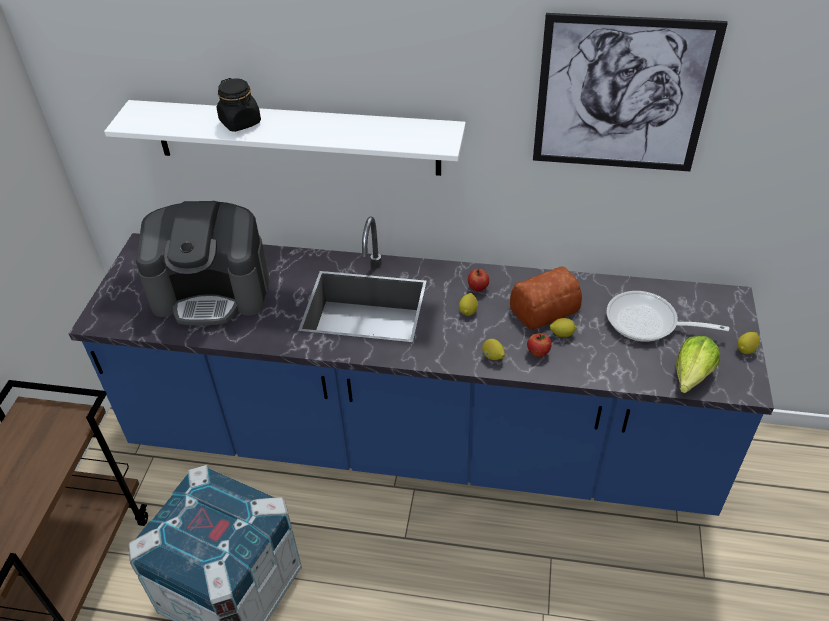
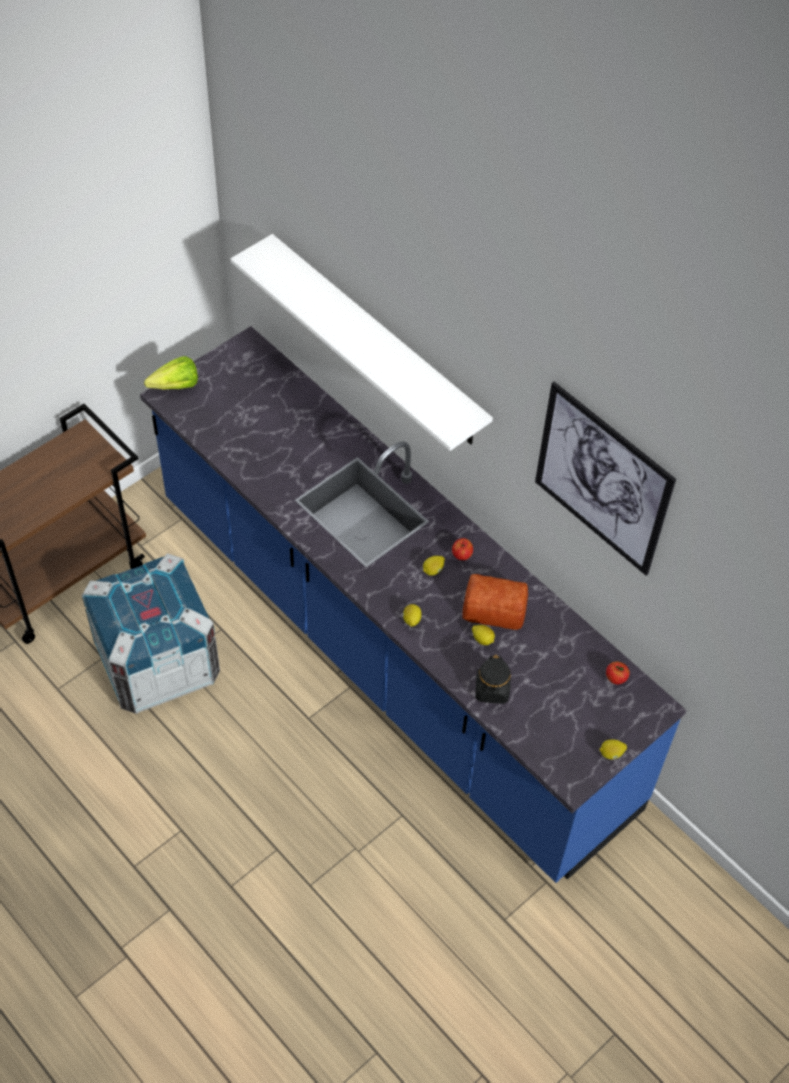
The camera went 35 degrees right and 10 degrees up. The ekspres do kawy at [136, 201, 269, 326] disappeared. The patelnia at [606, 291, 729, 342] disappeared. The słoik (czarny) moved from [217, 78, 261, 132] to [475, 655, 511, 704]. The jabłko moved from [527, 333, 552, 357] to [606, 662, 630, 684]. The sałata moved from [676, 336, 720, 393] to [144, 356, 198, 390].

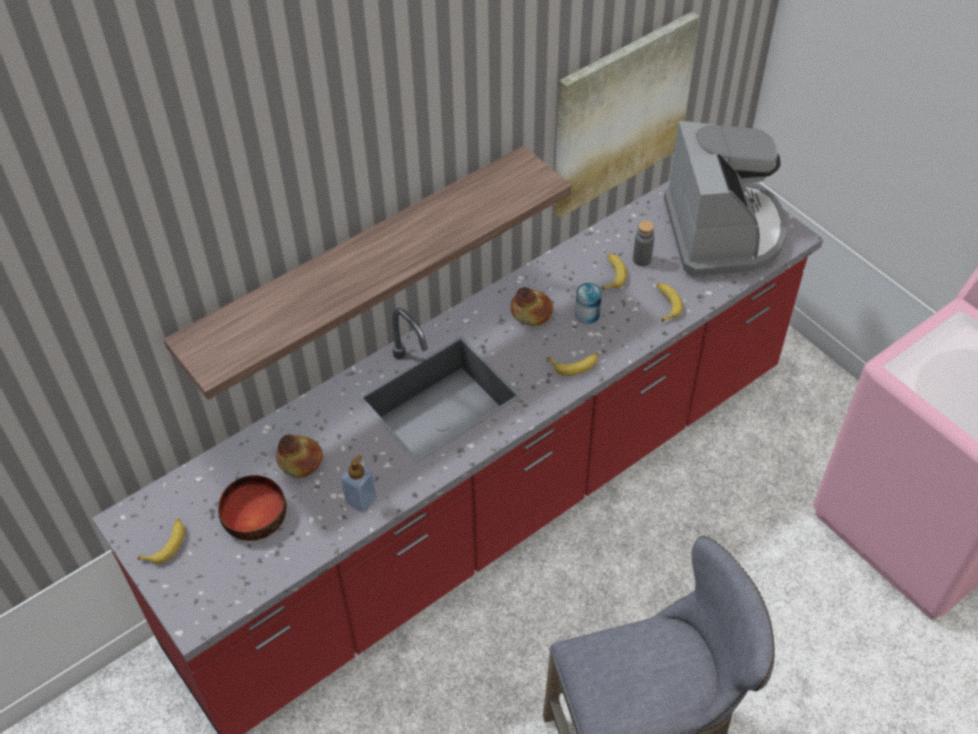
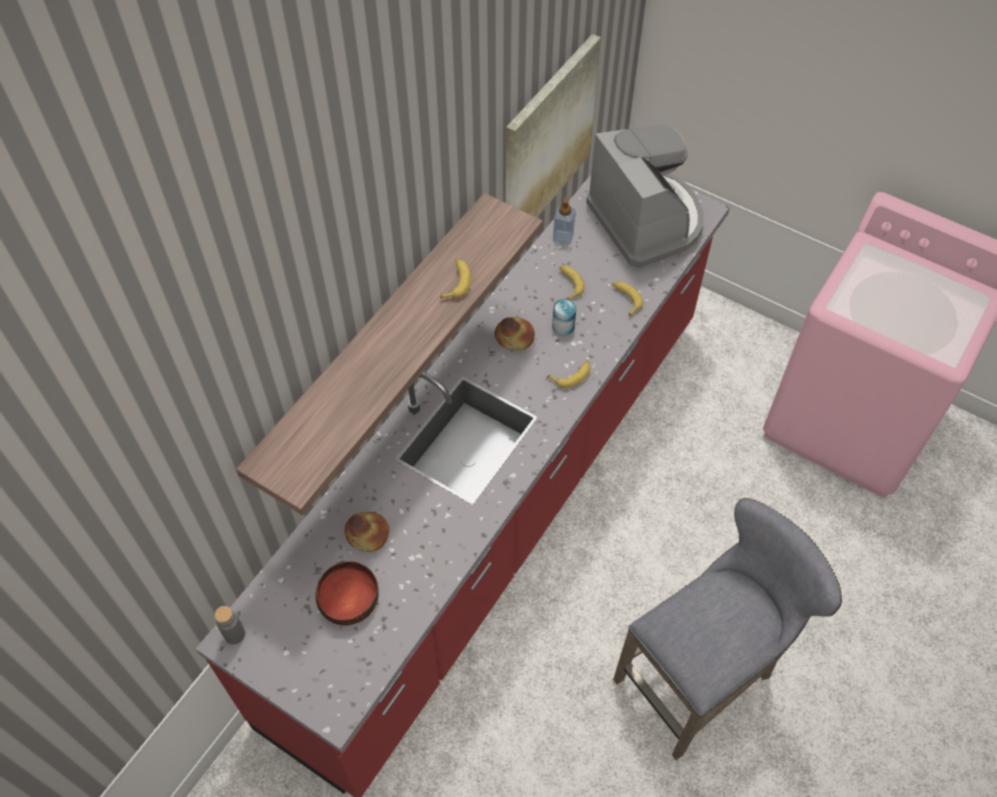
The camera went 20 degrees left and 5 degrees up. The banan moved from [137, 519, 185, 564] to [440, 259, 471, 299]. The dozownik mydła moved from [341, 455, 377, 513] to [553, 196, 576, 245]. The butelka (szary) moved from [633, 221, 654, 266] to [214, 606, 245, 644].

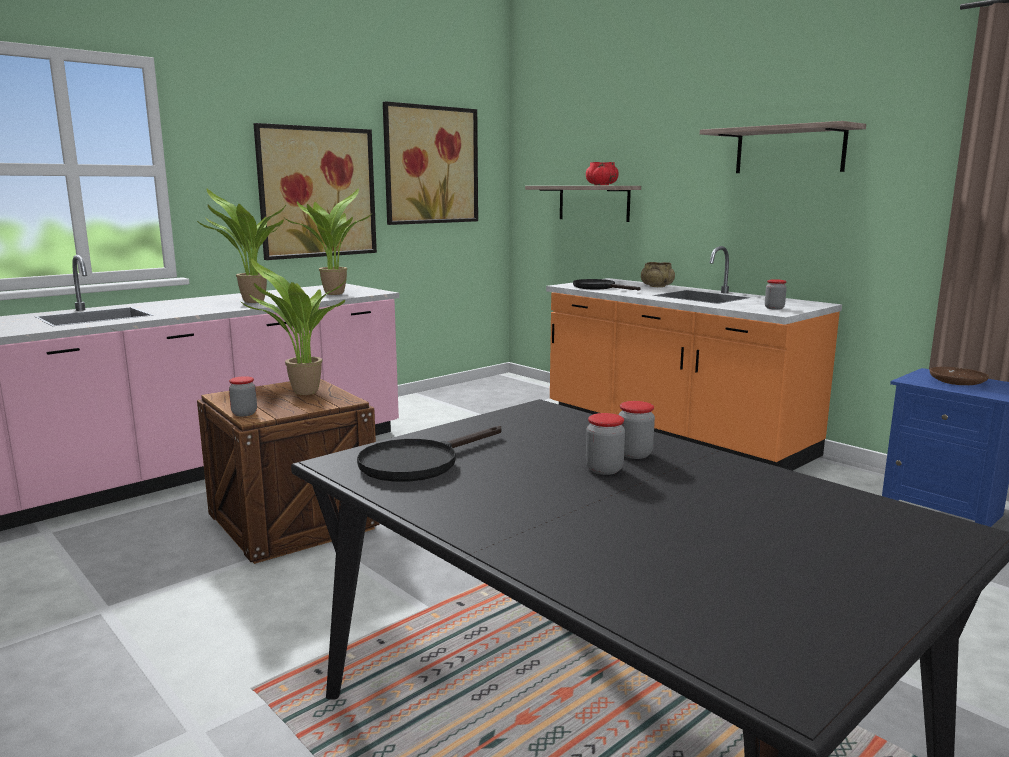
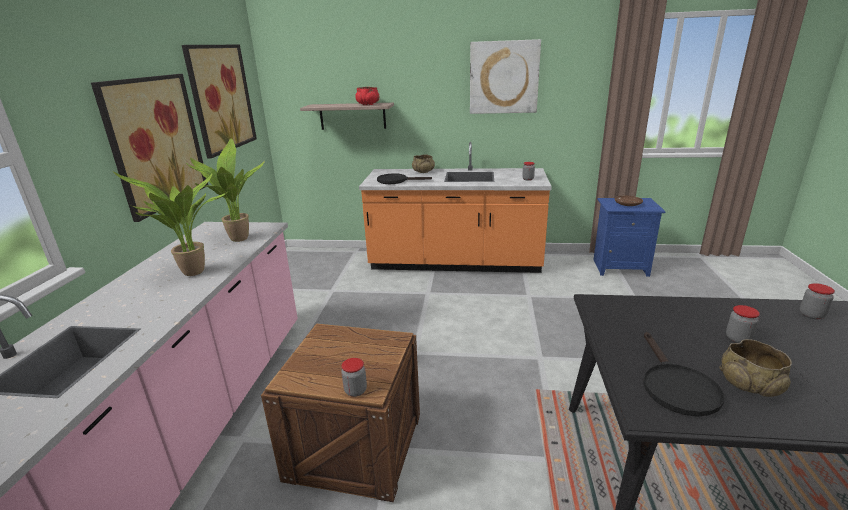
The camera went 40 degrees left and 10 degrees up. The roślina doniczkowa at [240, 258, 346, 395] disappeared. The miska (beżowy) at [719, 339, 792, 397] appeared. The słoik moved from [619, 401, 655, 459] to [800, 283, 835, 319]. The półka at [700, 121, 866, 173] was replaced by the obraz at [470, 39, 541, 114].

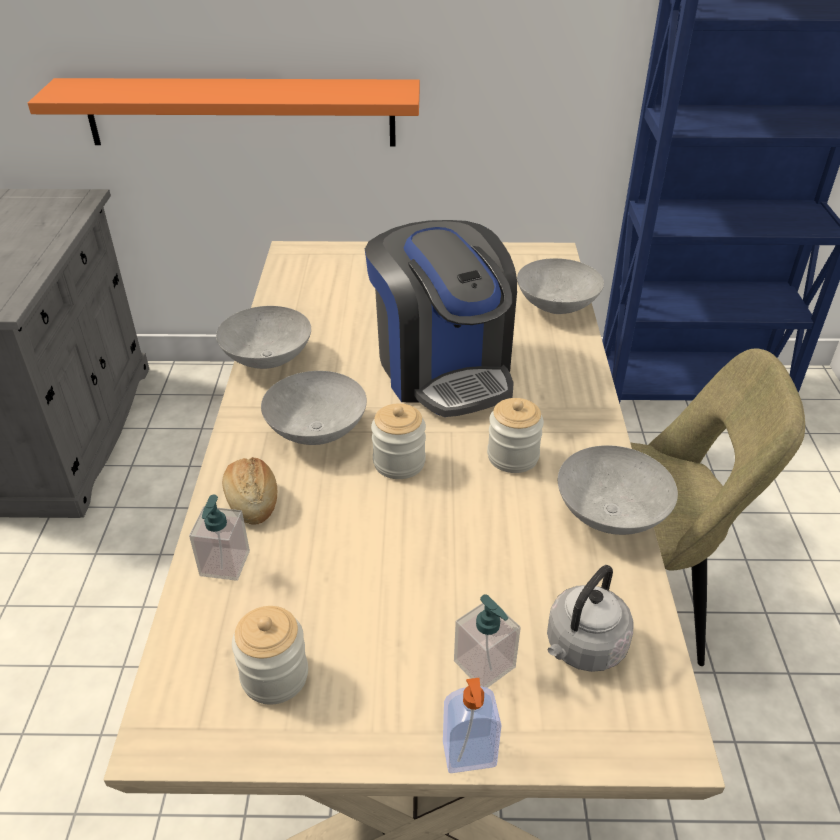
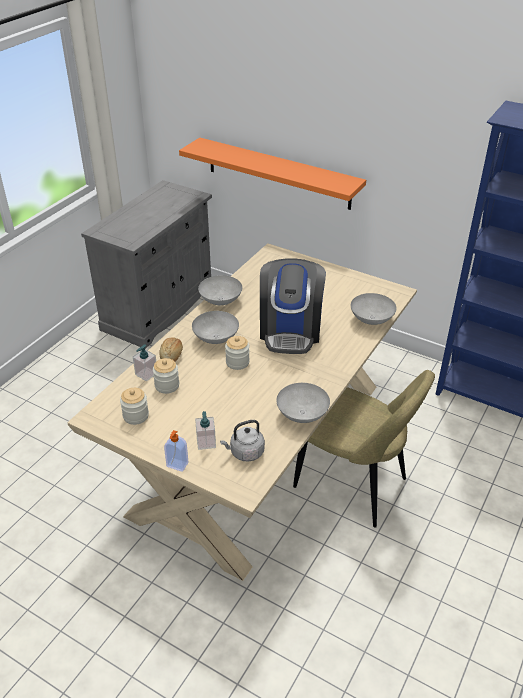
The camera went 30 degrees right and 0 degrees up. The słoik moved from [487, 398, 544, 473] to [153, 358, 179, 394].

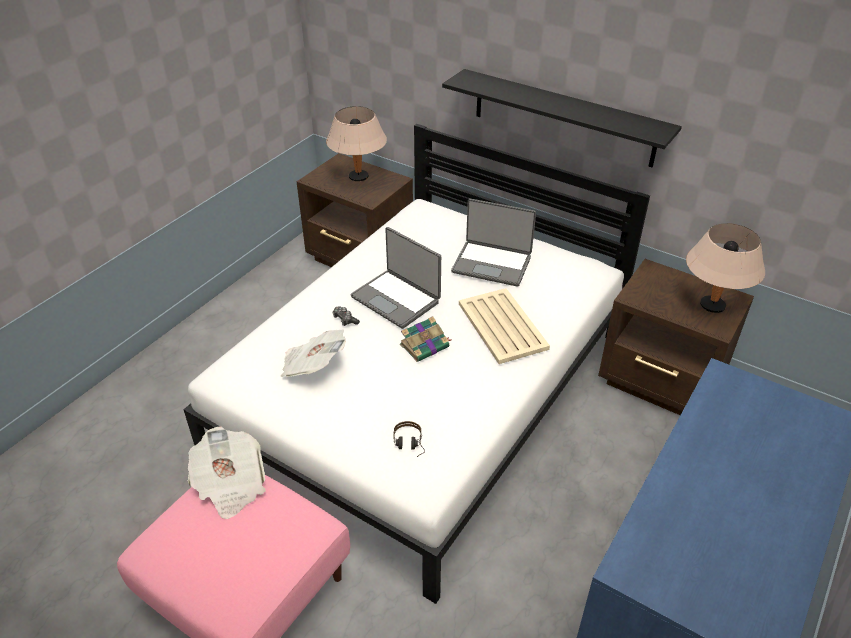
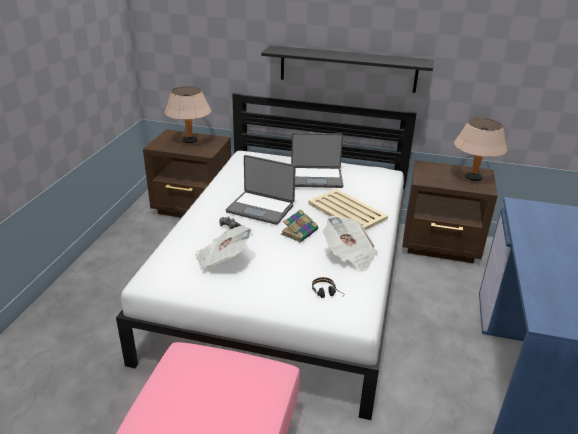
The camera went 20 degrees left and 10 degrees down. The gazeta moved from [188, 426, 265, 519] to [323, 216, 378, 271].

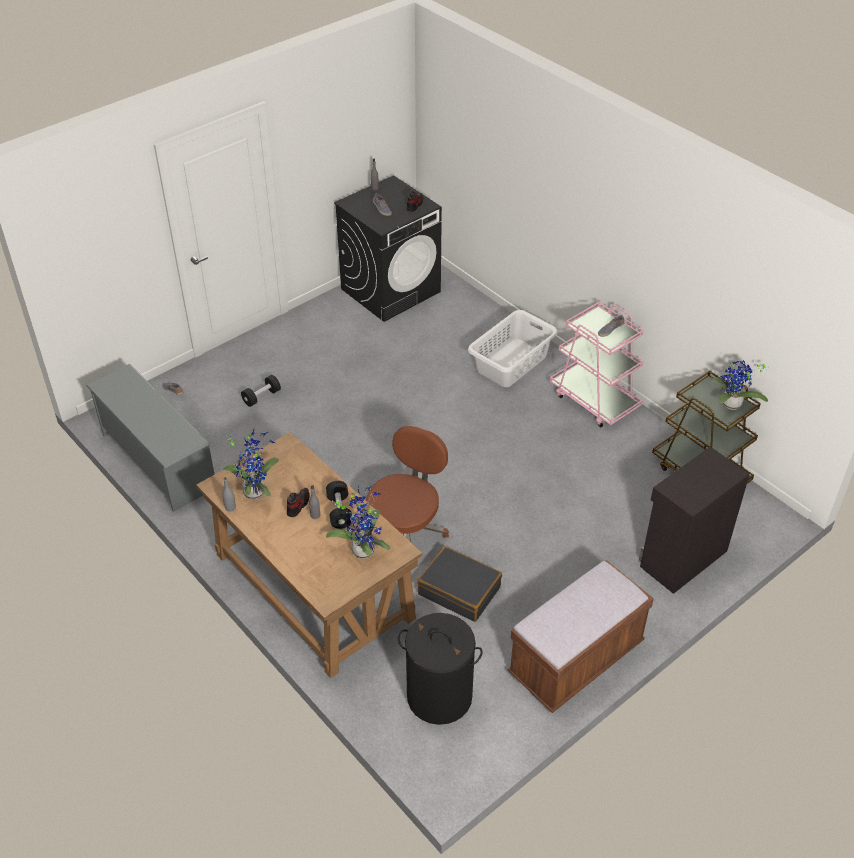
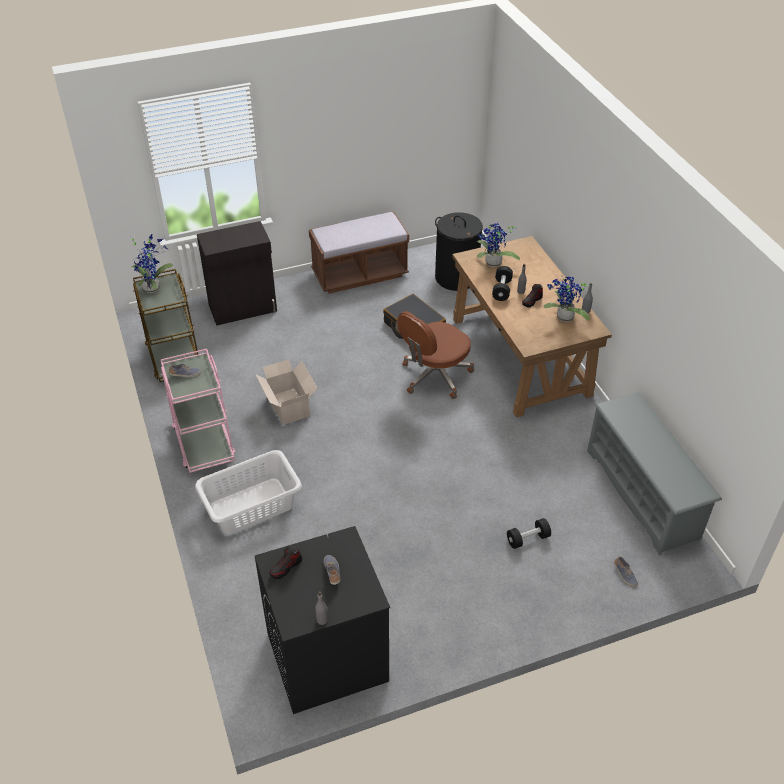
The camera went 160 degrees left and 0 degrees up. The karton at [255, 359, 317, 425] appeared.

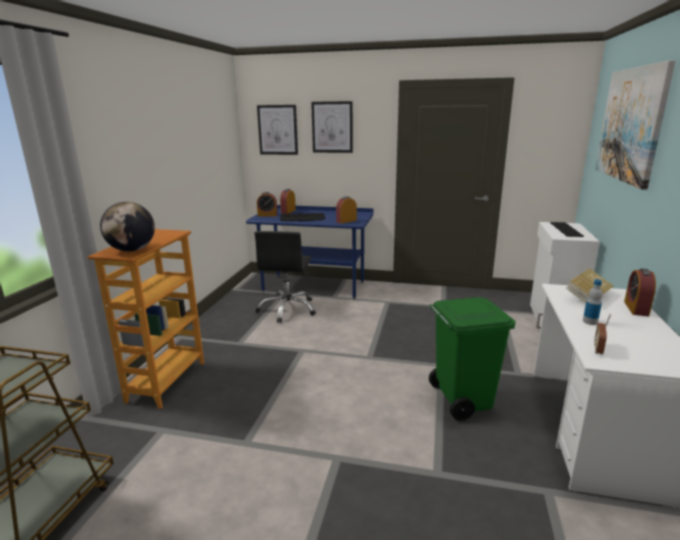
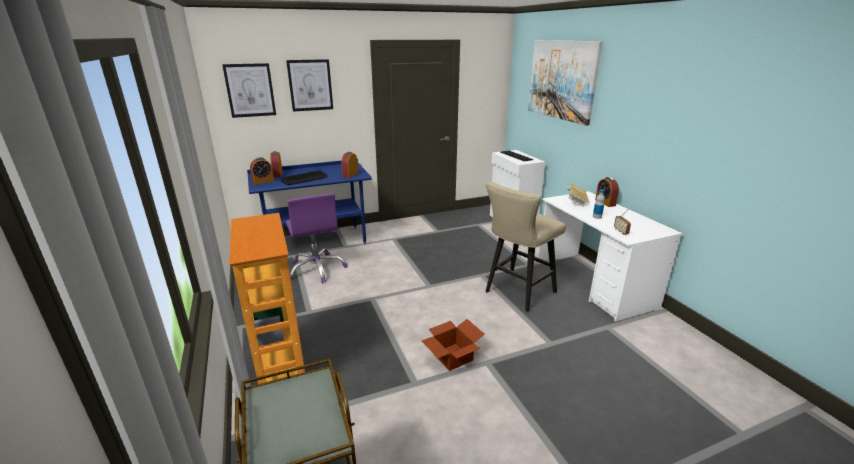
The camera went 35 degrees left and 5 degrees up. The globus at [100, 202, 155, 251] disappeared. The karton at [422, 319, 485, 371] appeared. The kosz na śmieci (zielony) at [429, 297, 516, 421] was replaced by the stołek (beżowy) at [485, 181, 566, 312]. The krzesło biurowe (czarny) at [254, 231, 316, 323] became the krzesło biurowe (fioletowy) at [286, 193, 348, 283].

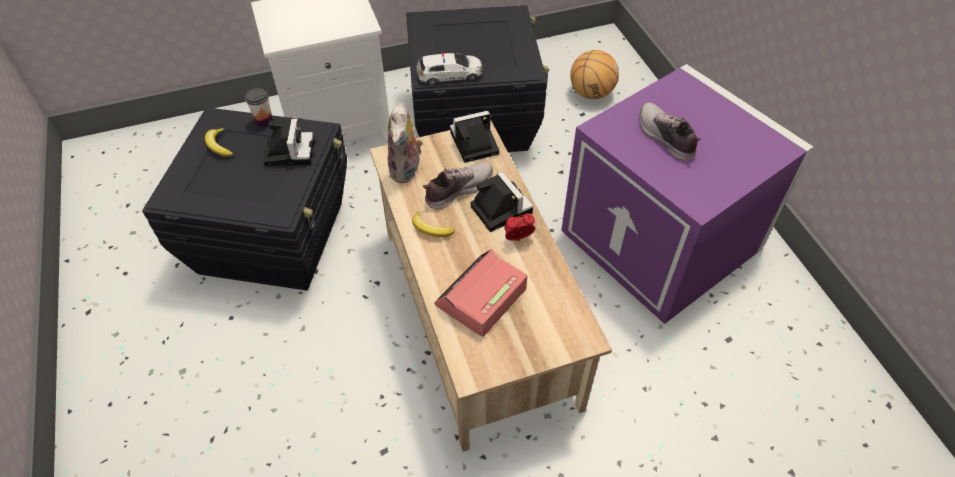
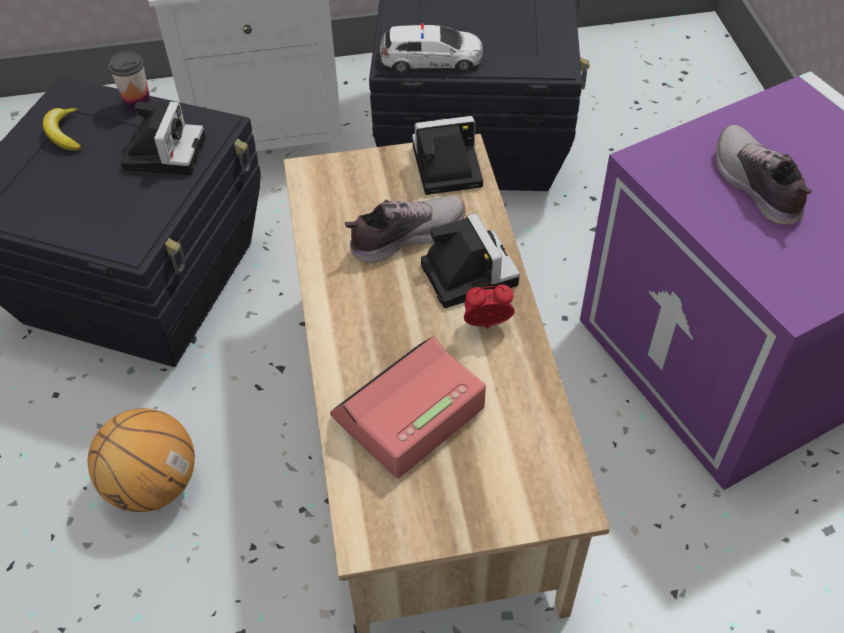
The camera went 10 degrees right and 0 degrees up. The pluszak at [388, 103, 423, 183] disappeared. The banan at [412, 211, 455, 237] disappeared. The piłka do koszykówki moved from [570, 50, 619, 99] to [87, 408, 195, 512].

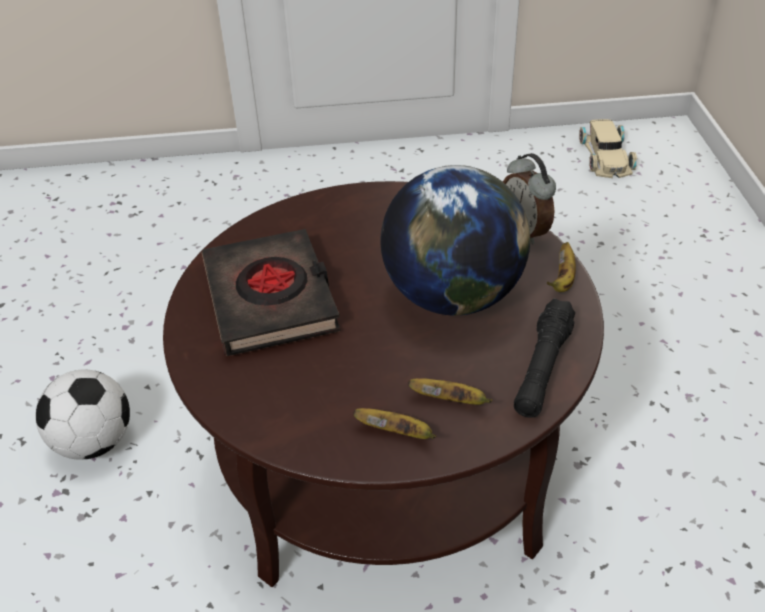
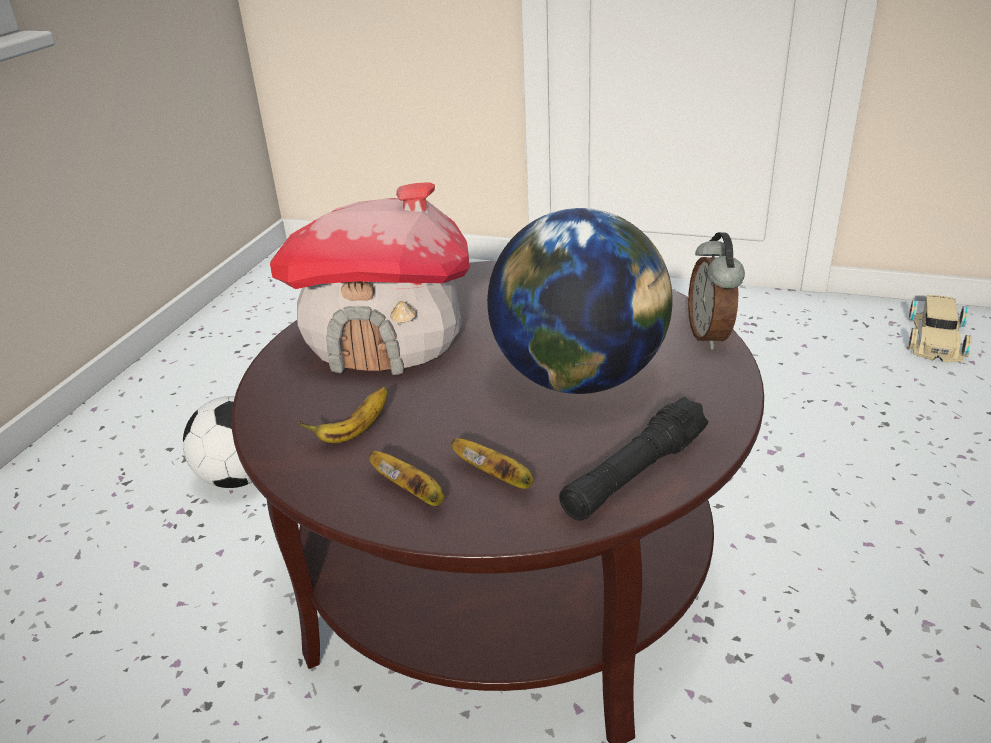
The camera went 25 degrees right and 10 degrees down. The banan moved from [547, 242, 576, 292] to [298, 387, 387, 443]. The książka (czarny) at [202, 229, 340, 356] was replaced by the domek at [270, 183, 470, 375].

